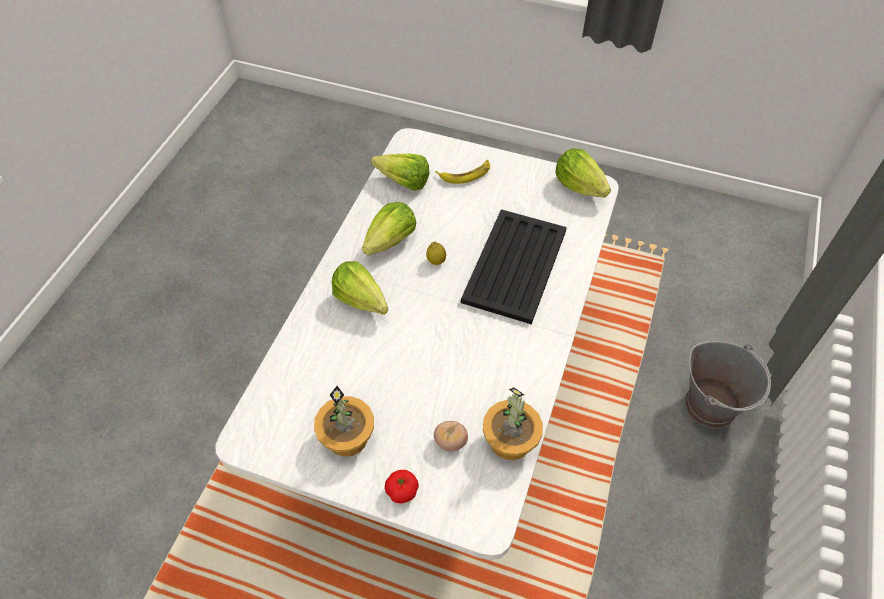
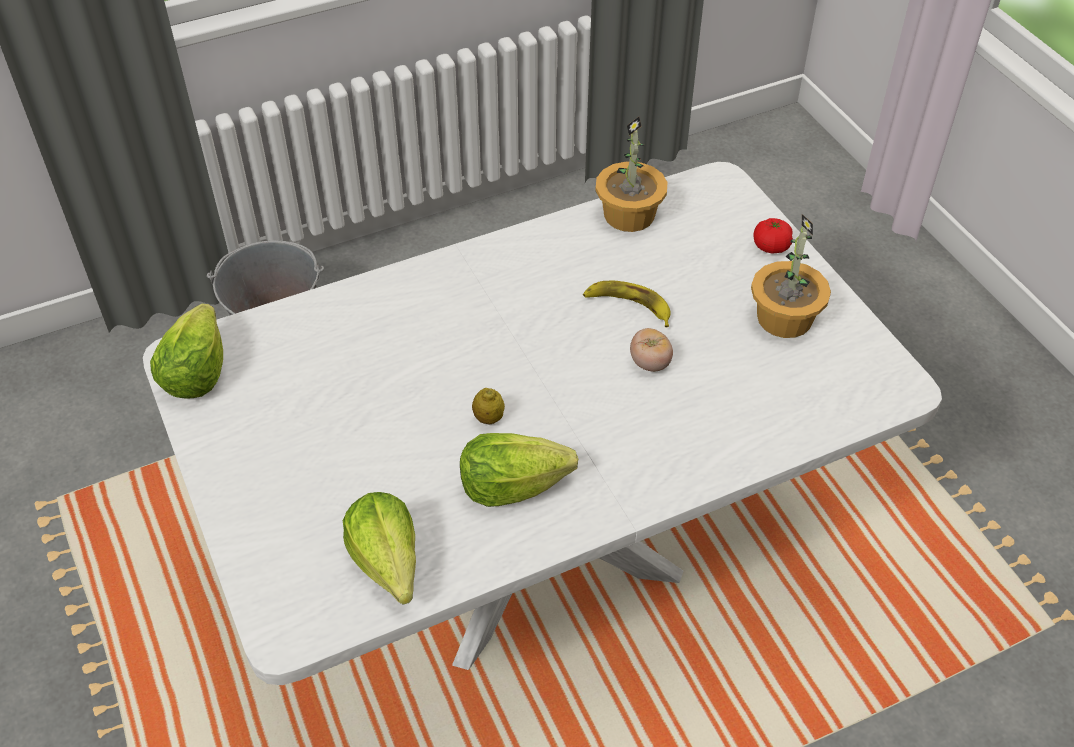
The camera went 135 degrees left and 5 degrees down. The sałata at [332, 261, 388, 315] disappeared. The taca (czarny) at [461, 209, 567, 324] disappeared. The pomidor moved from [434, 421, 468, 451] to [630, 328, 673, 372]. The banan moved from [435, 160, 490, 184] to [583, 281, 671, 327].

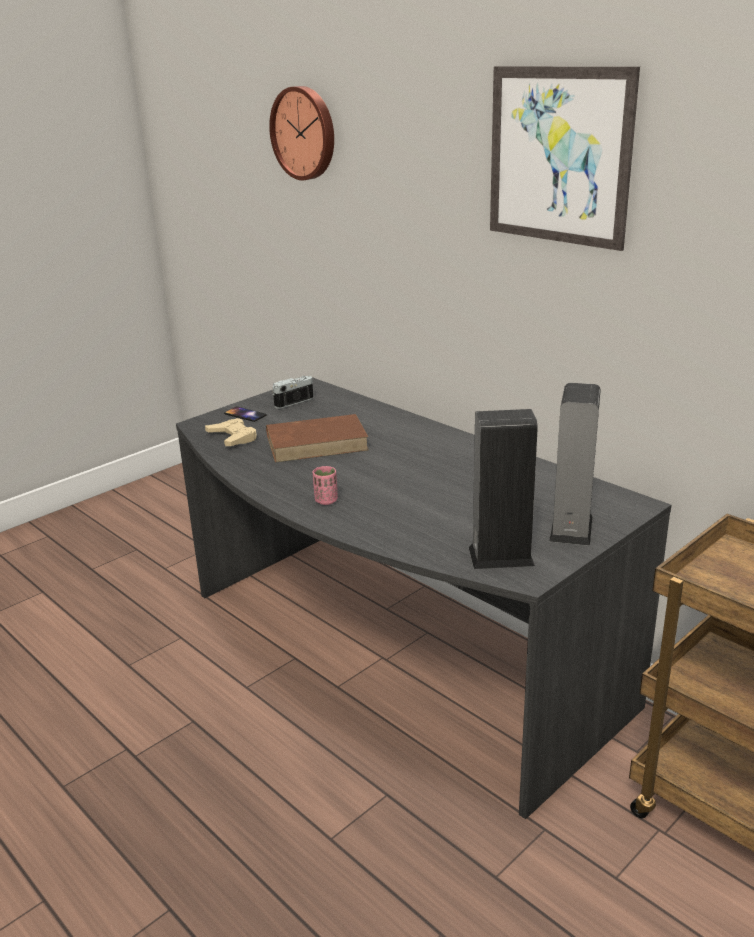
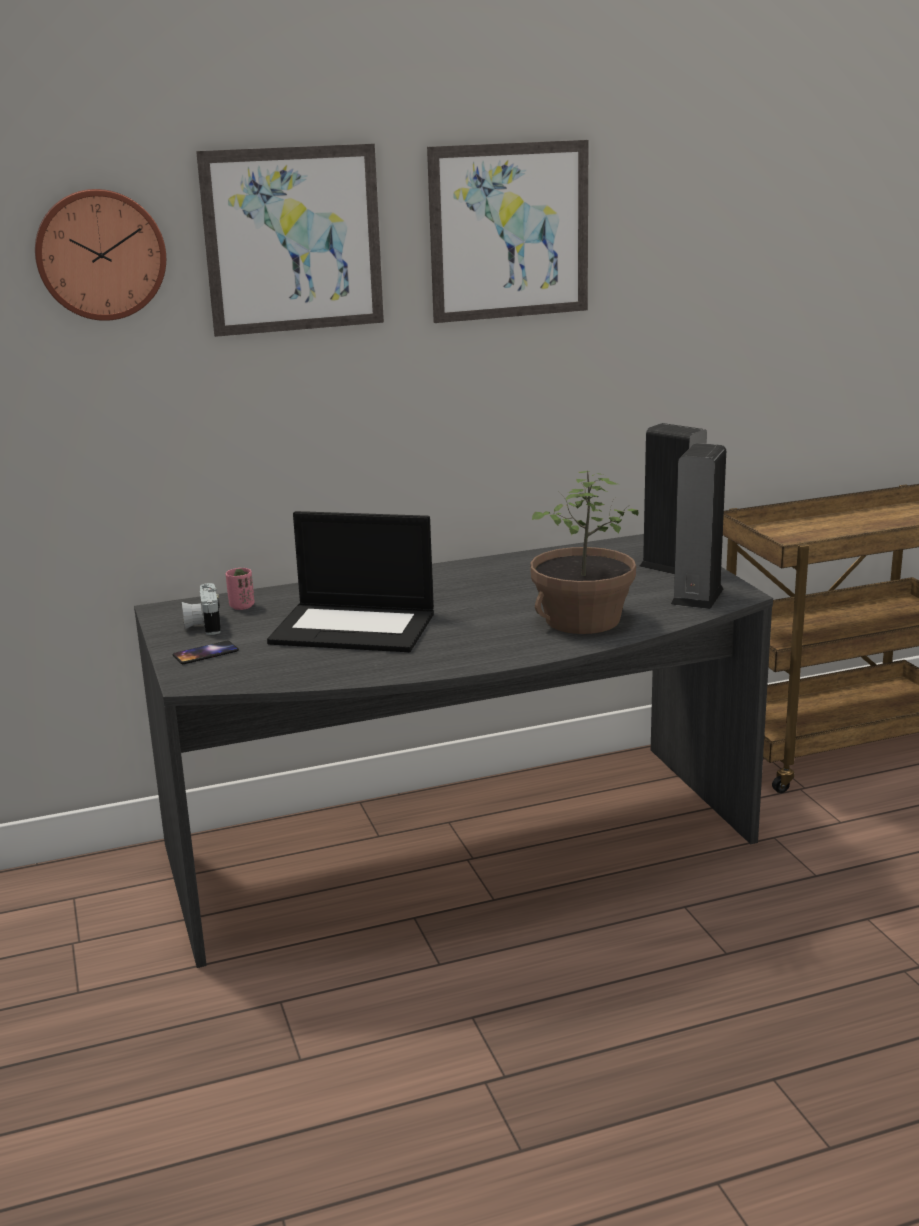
The camera went 65 degrees left and 5 degrees down. The pad do gier (beżowy) at [205, 418, 257, 446] disappeared. The obraz at [196, 144, 384, 337] appeared. The roślina doniczkowa at [530, 470, 639, 634] appeared. The filiżanka (różowy) moved from [313, 466, 338, 505] to [225, 568, 255, 610]. The książka (brązowy) at [266, 414, 369, 462] was replaced by the laptop at [267, 511, 434, 652].

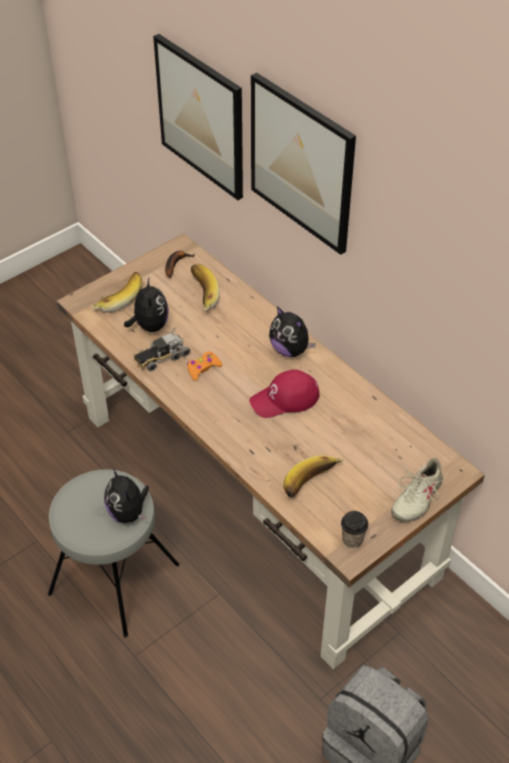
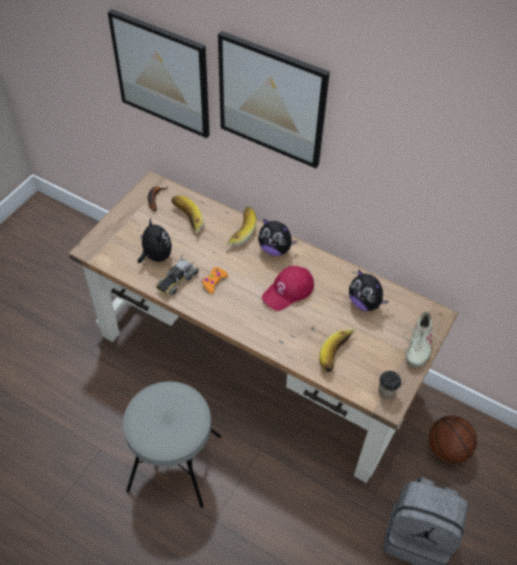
The camera went 20 degrees left and 5 degrees up. The piłka do koszykówki at [429, 416, 477, 463] appeared. The banan moved from [90, 272, 142, 313] to [225, 207, 256, 246]. The pluszak moved from [104, 469, 149, 523] to [349, 269, 389, 311].

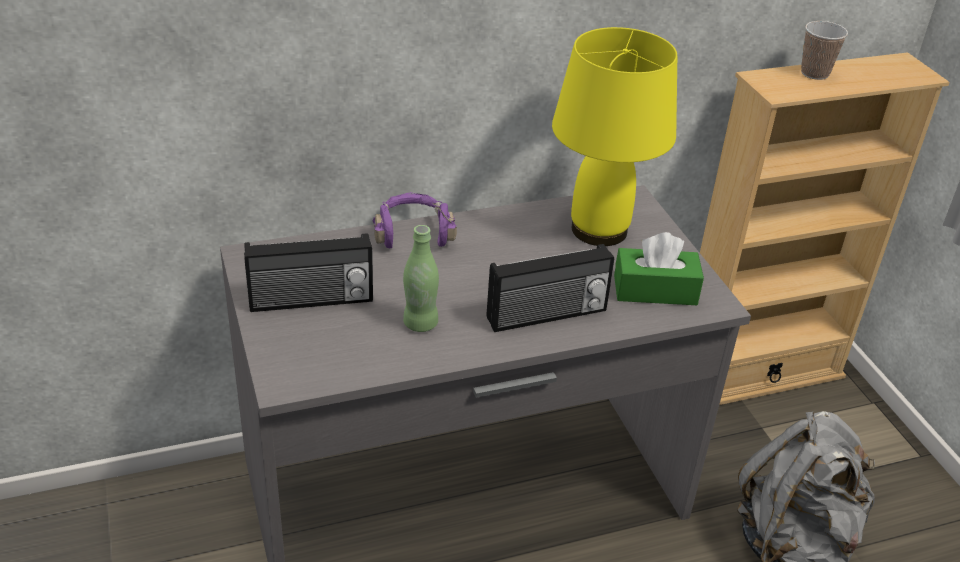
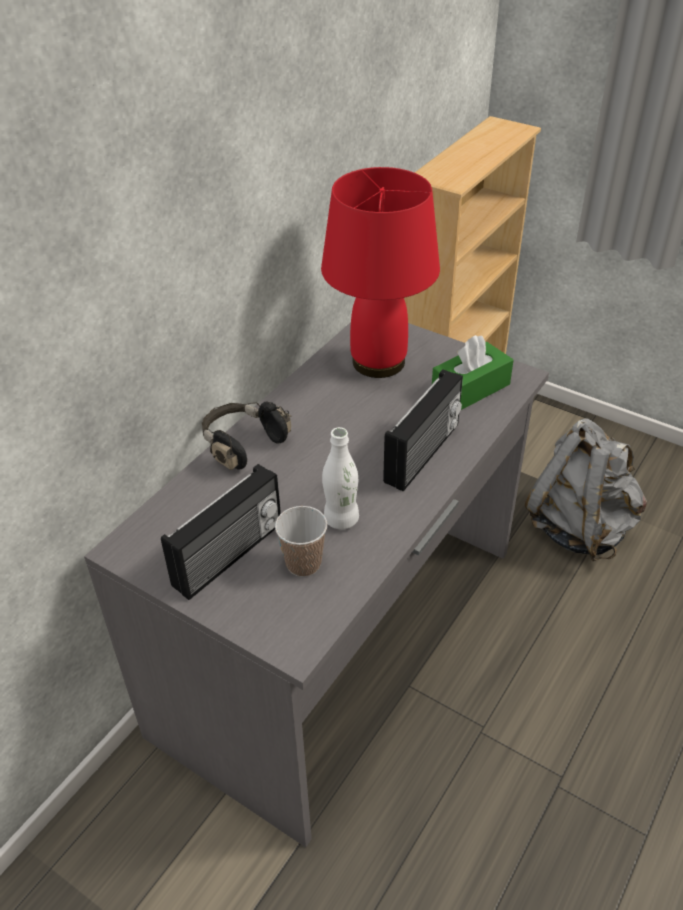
The camera went 35 degrees left and 5 degrees up. The filiżanka moved from [801, 21, 848, 80] to [275, 506, 327, 577]. The słuchawki (fioletowy) at [373, 192, 457, 248] became the słuchawki (czarny) at [202, 401, 292, 470]. The butelka (zielony) at [403, 225, 439, 332] became the butelka (biały) at [322, 427, 359, 530]. The lampa stołowa (żółty) at [552, 27, 677, 246] became the lampa stołowa (czerwony) at [321, 167, 440, 378].

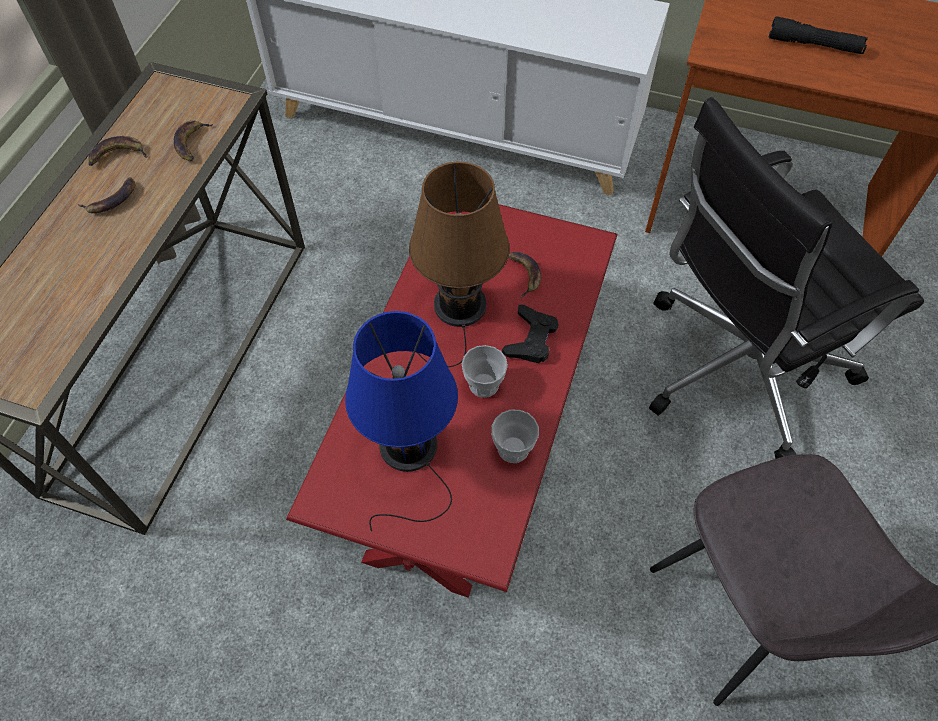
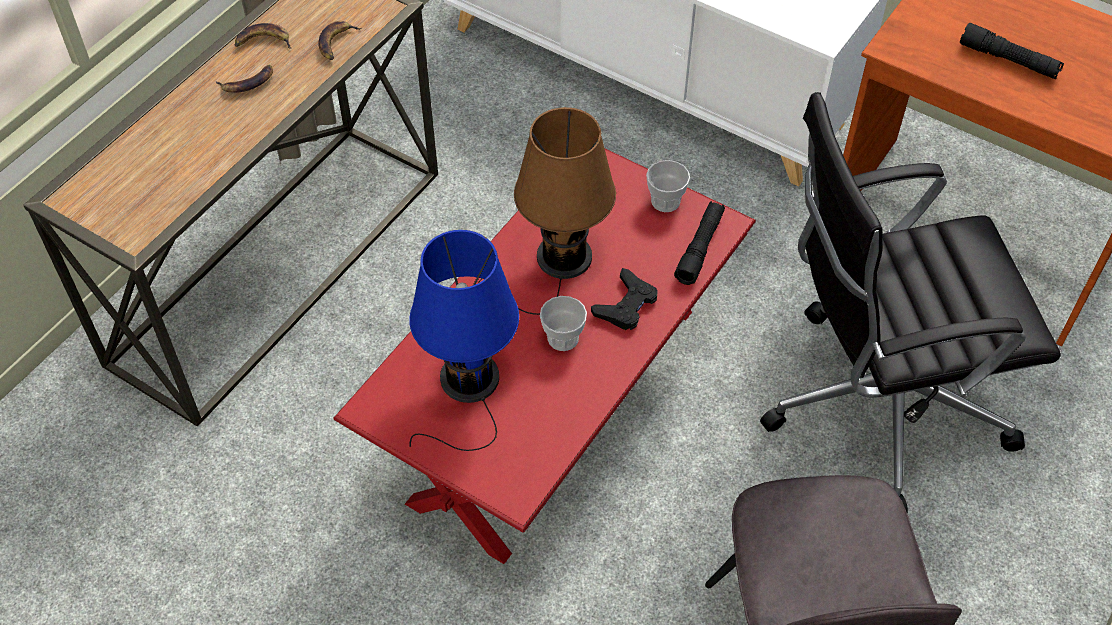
The camera went 15 degrees right and 5 degrees down. The banan at [508, 252, 541, 298] disappeared. The latarka (czarny) at [674, 201, 725, 285] appeared. The filiżanka moved from [491, 409, 539, 463] to [646, 160, 690, 212].

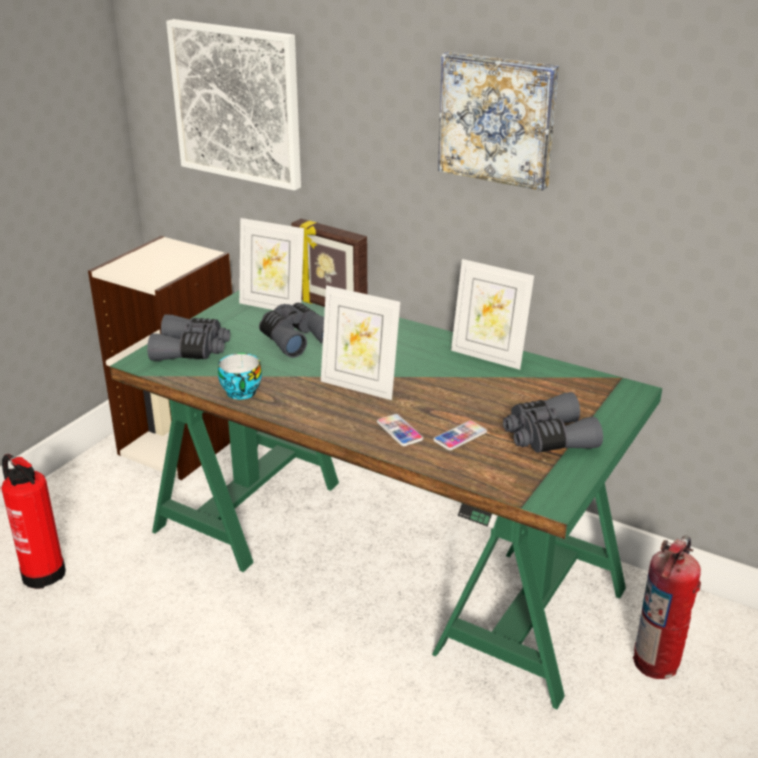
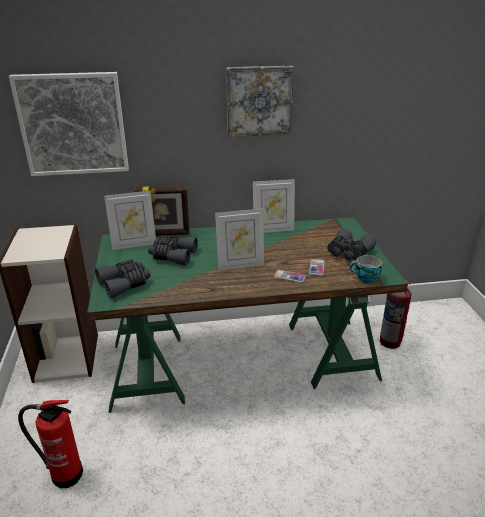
The camera went 40 degrees left and 0 degrees up. The filiżanka moved from [218, 353, 262, 400] to [349, 255, 382, 283].

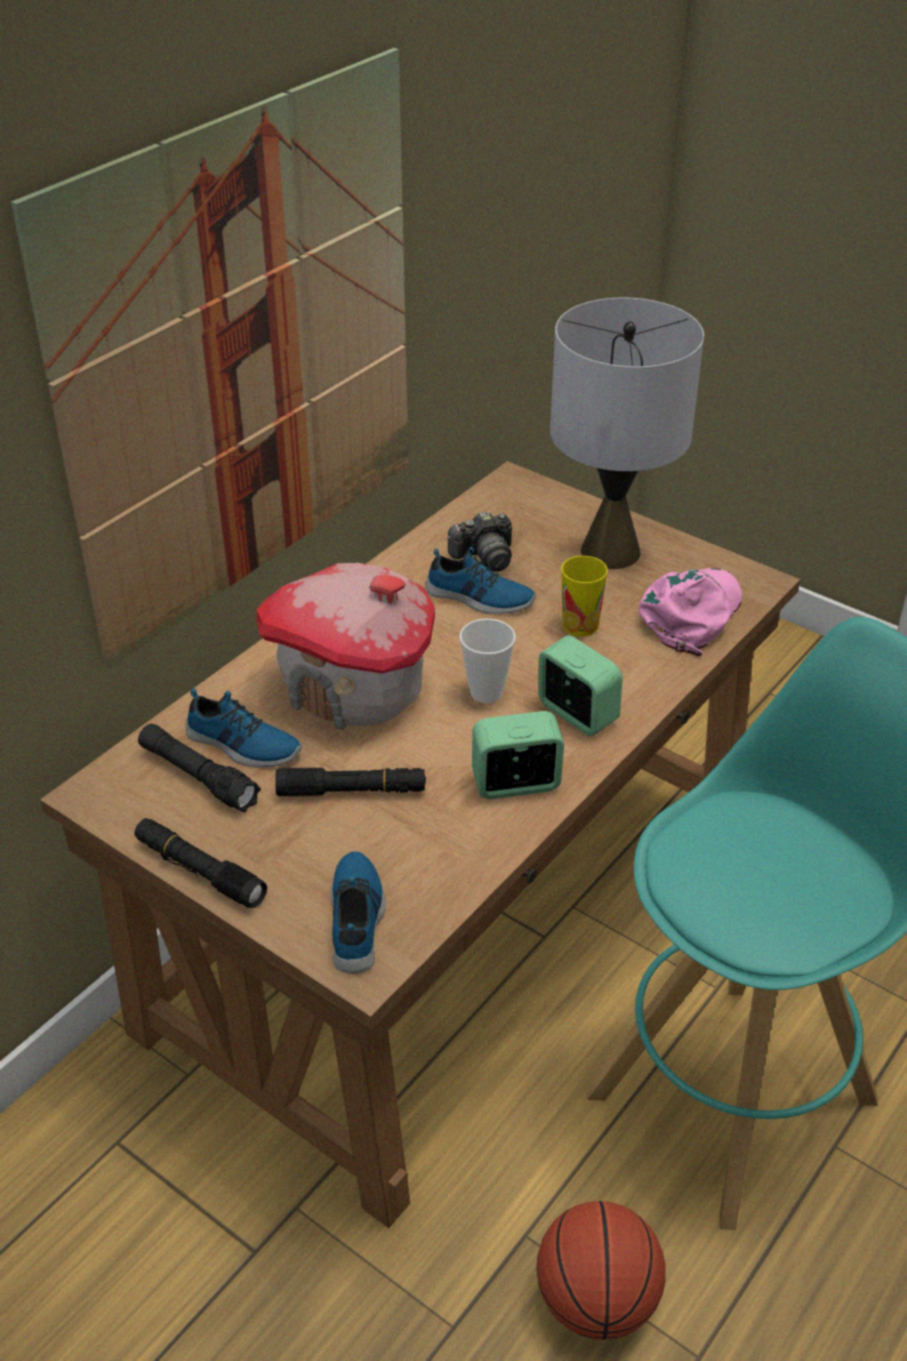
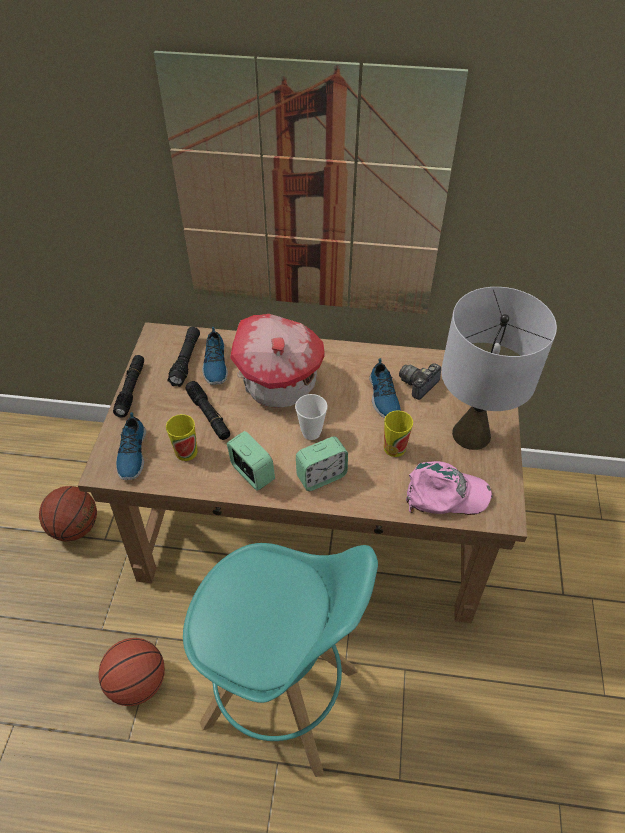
The camera went 60 degrees right and 10 degrees up. The piłka do koszykówki at [39, 486, 97, 542] appeared. The filiżanka at [166, 414, 198, 461] appeared. The but at [330, 851, 386, 974] turned 120 degrees clockwise. The aparat fotograficzny at [448, 511, 512, 572] turned 90 degrees clockwise. The budzik at [538, 635, 622, 736] turned 45 degrees clockwise.

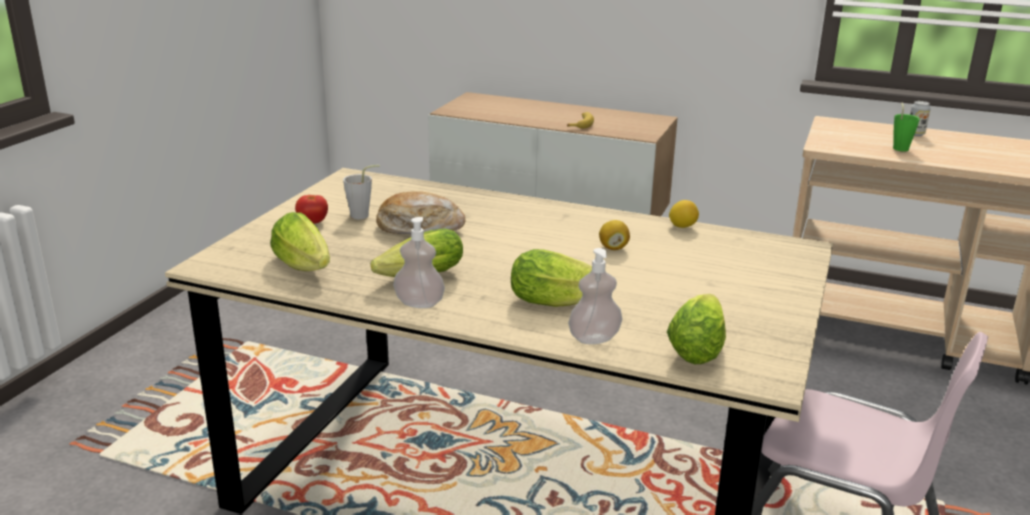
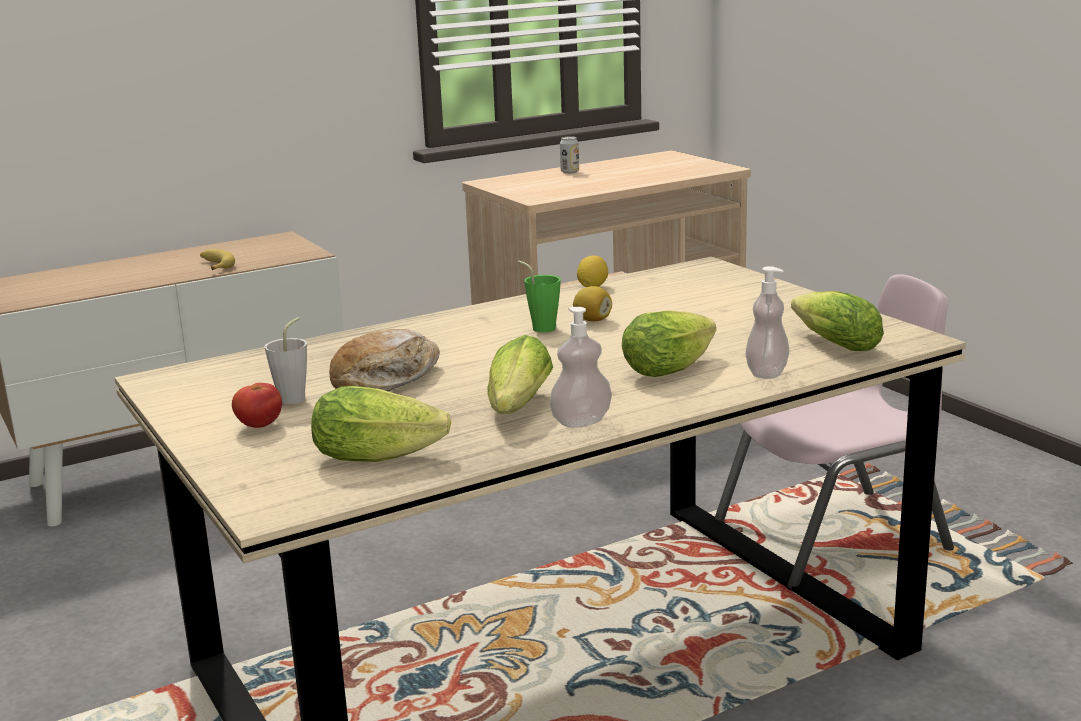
The camera went 50 degrees left and 5 degrees down. The filiżanka (zielony) moved from [893, 103, 920, 152] to [518, 261, 561, 332].

